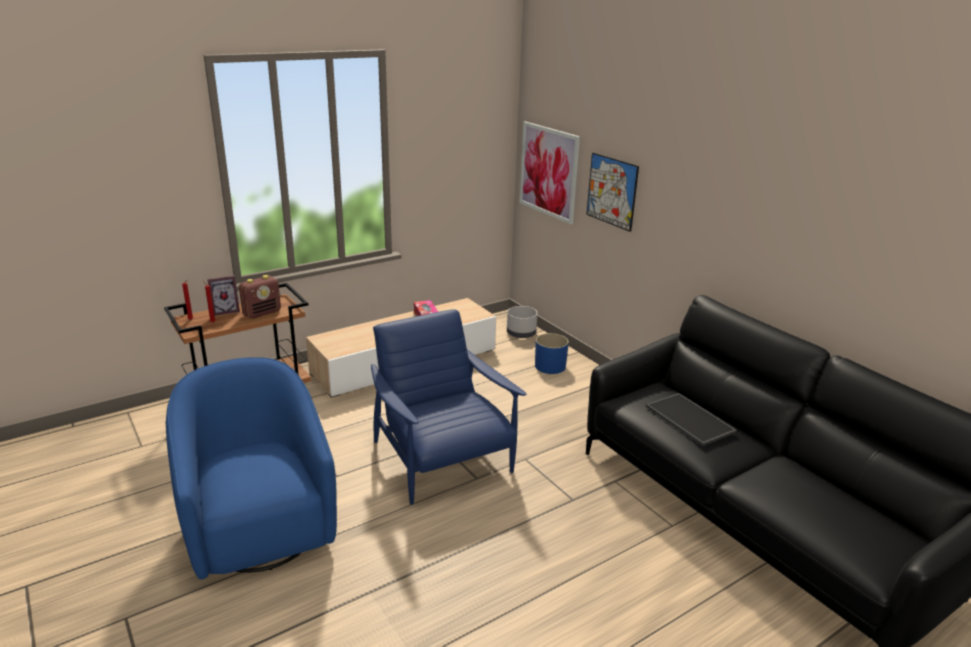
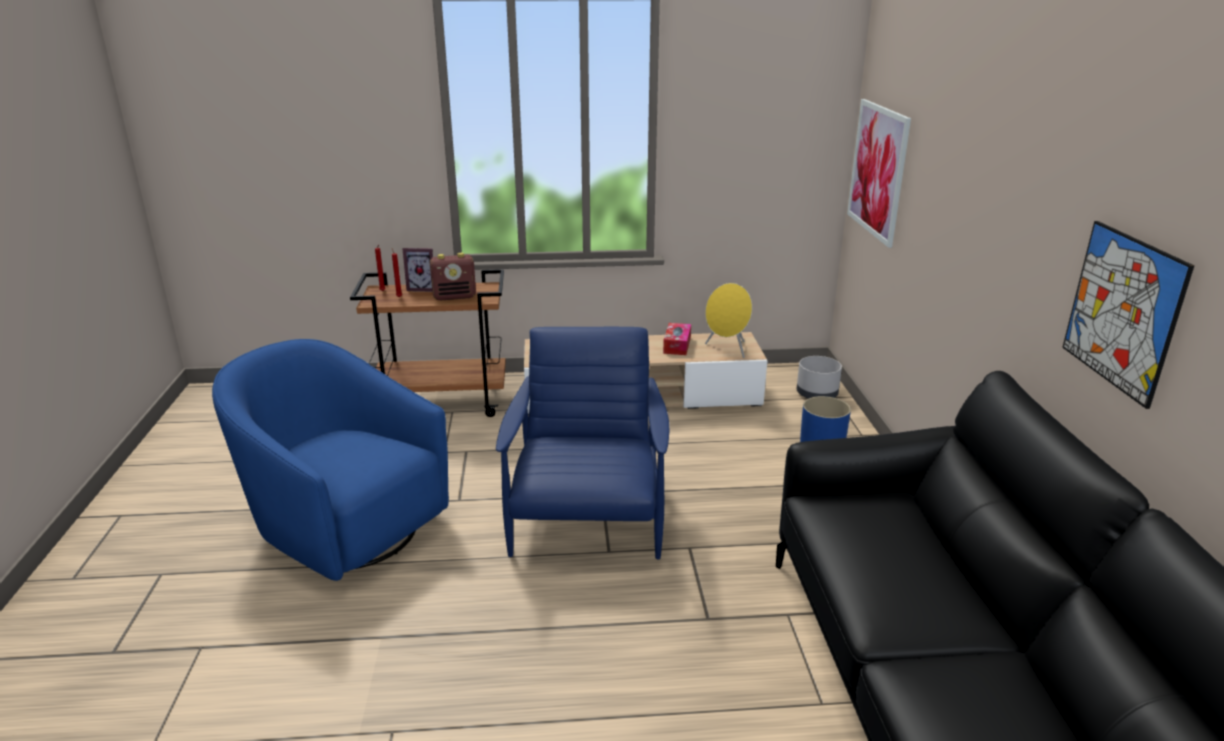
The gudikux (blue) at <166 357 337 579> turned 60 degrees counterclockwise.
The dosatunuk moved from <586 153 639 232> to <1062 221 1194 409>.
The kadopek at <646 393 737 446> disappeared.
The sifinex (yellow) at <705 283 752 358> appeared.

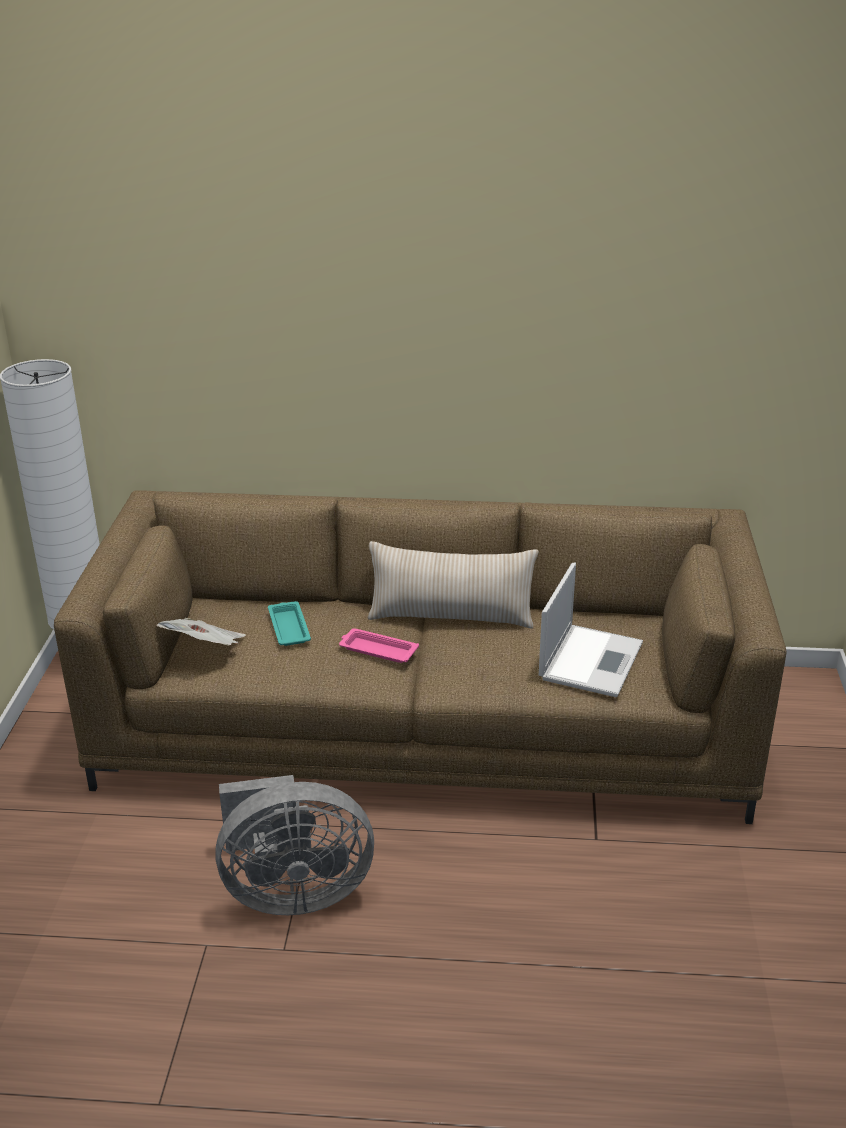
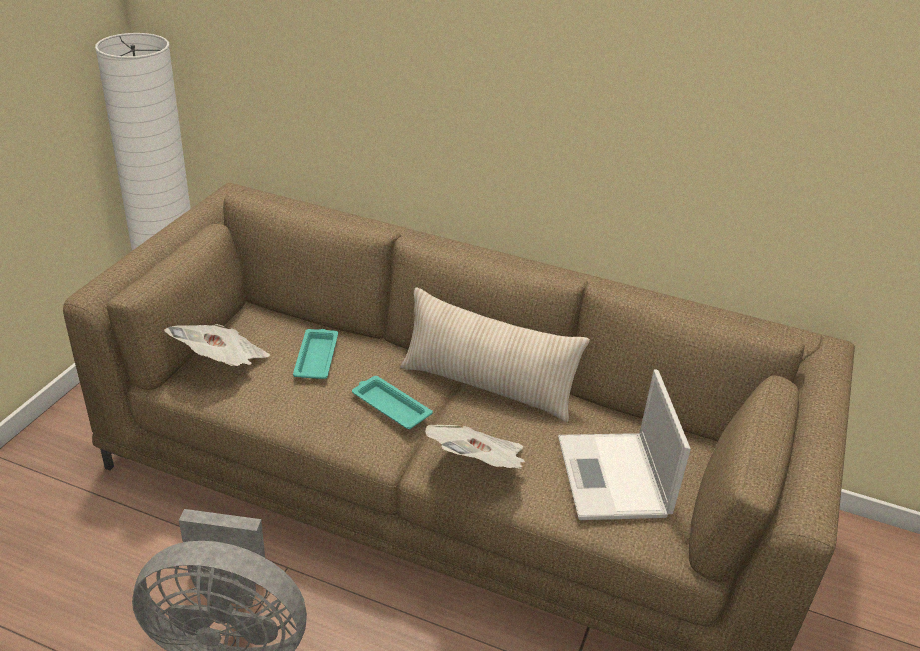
The kadopek (pink) at <339 628 419 663> became the kadopek (turquoise) at <352 376 433 429>.
The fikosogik at <539 563 643 697> turned 135 degrees clockwise.
The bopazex at <425 425 525 469> appeared.

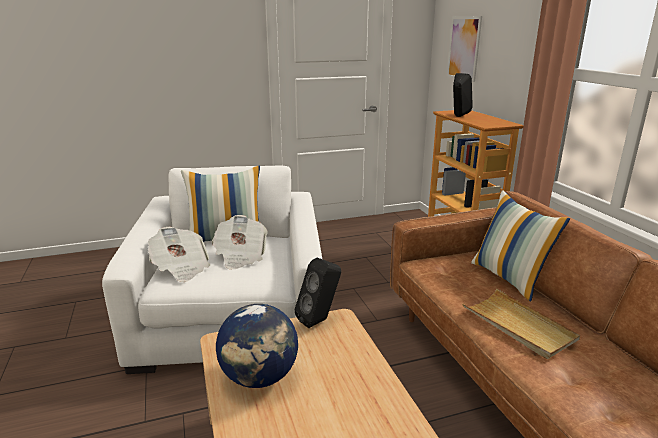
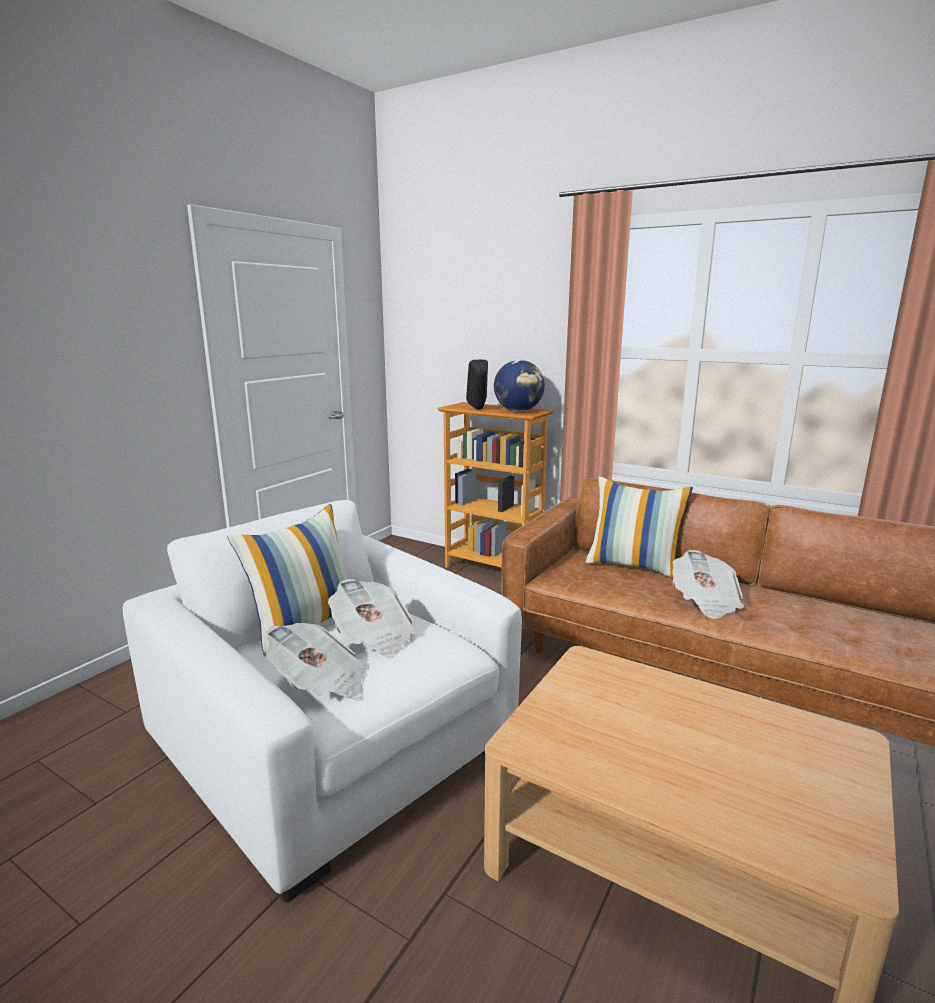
The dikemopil moved from <216 304 298 388> to <494 360 545 412>.
The sifinex (black) at <294 258 341 328> disappeared.
The dosatunuk at <447 16 482 82> disappeared.
The kadopek (beige) at <463 289 580 359> was replaced by the bopazex at <672 550 744 619>.

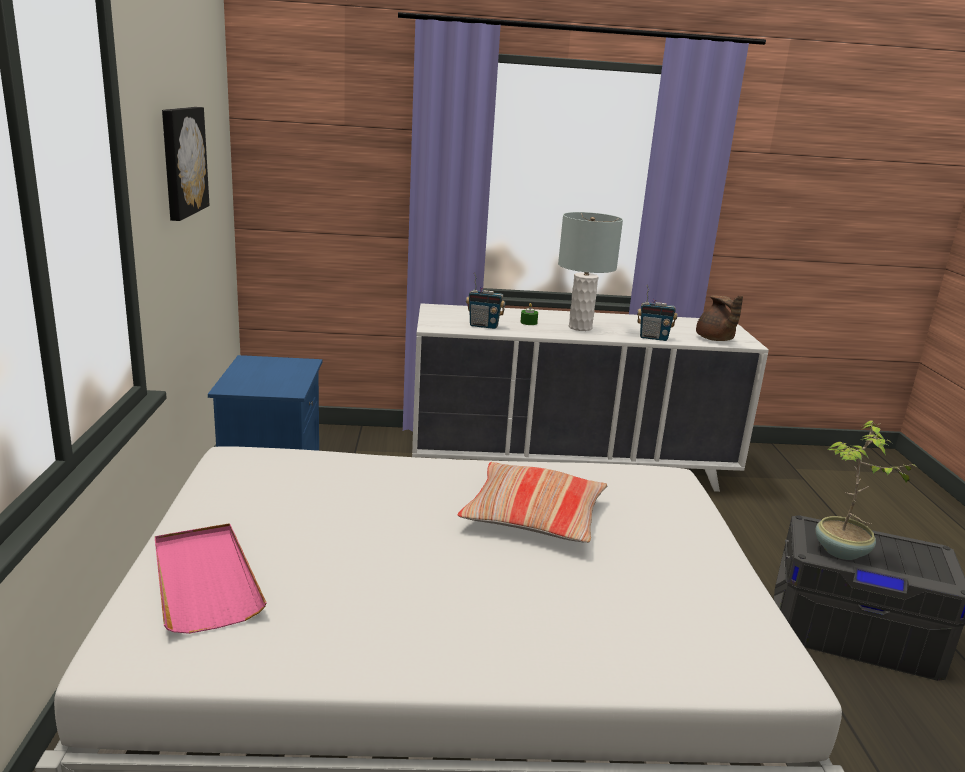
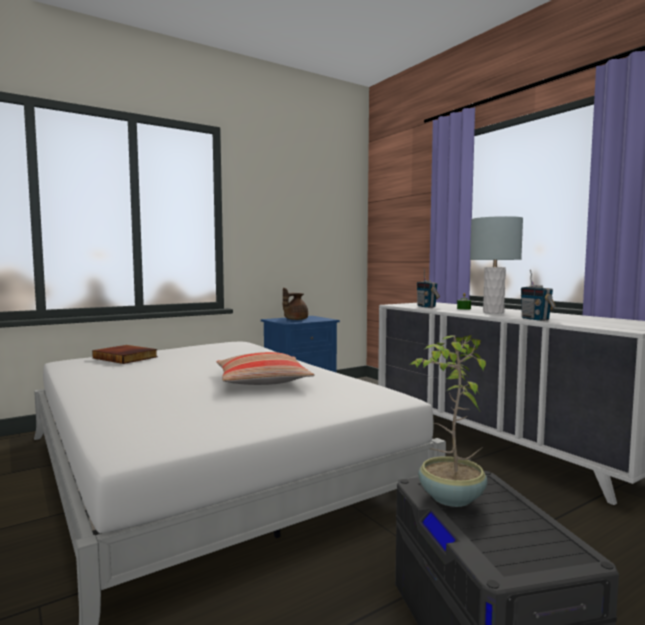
The kadopek (pink) at <155 523 267 634> was replaced by the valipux at <92 345 158 364>.
The dosatunuk at <162 107 209 221> disappeared.
The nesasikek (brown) moved from <696 295 743 341> to <283 288 308 320>.

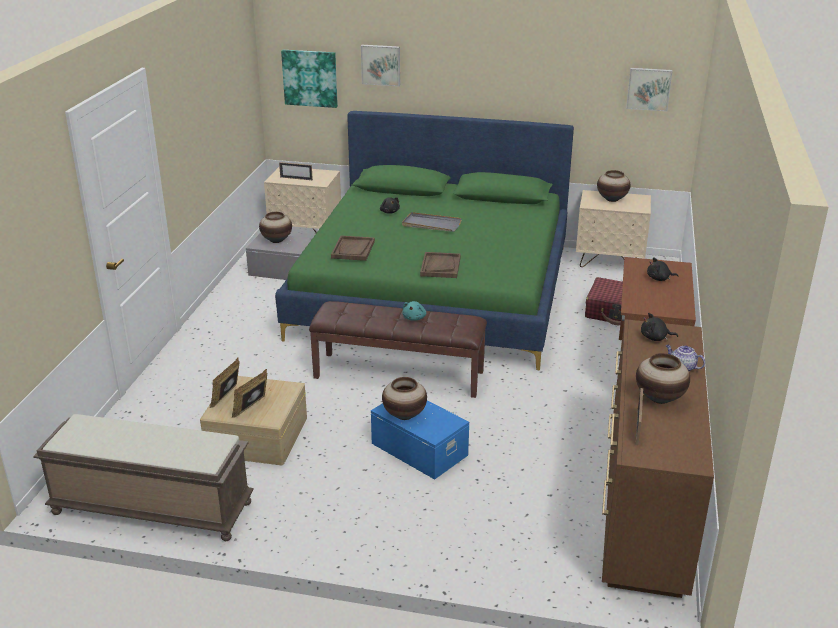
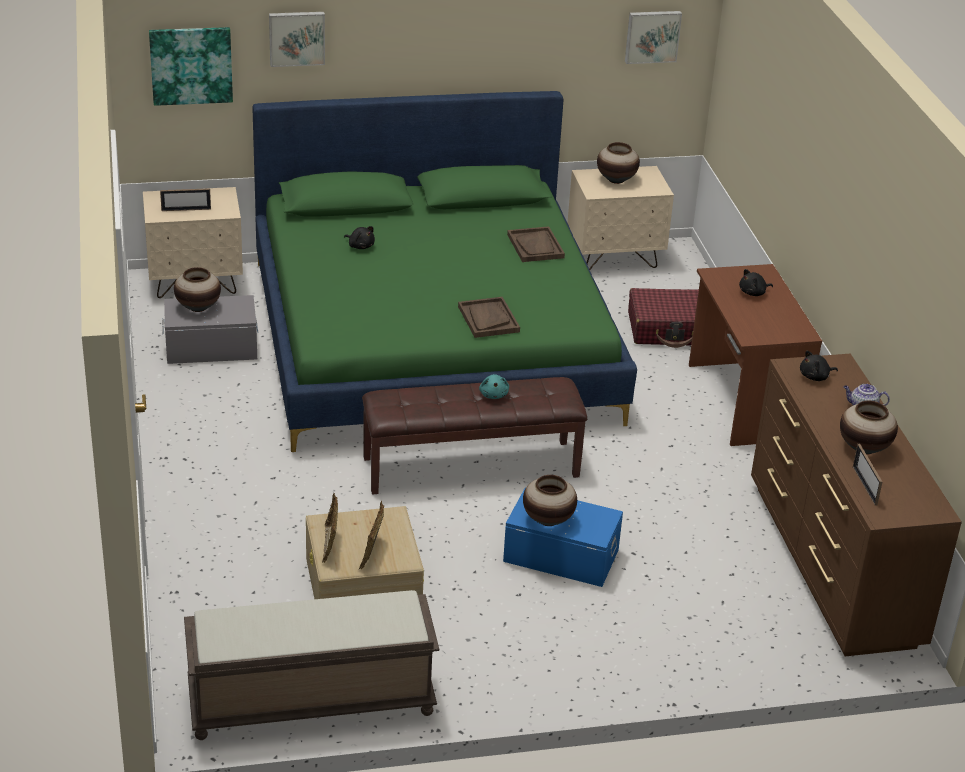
The kadopek (brown) moved from <331 236 375 261> to <507 226 565 262>.
The kadopek (grey) at <402 212 462 232> disappeared.

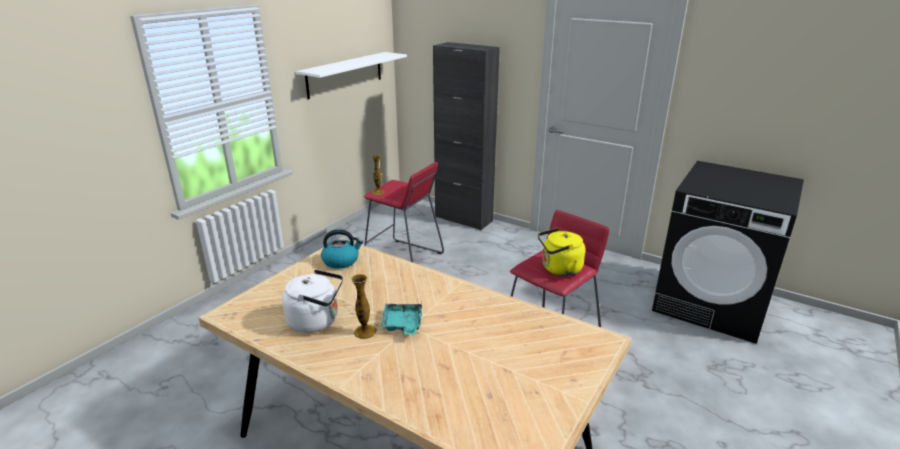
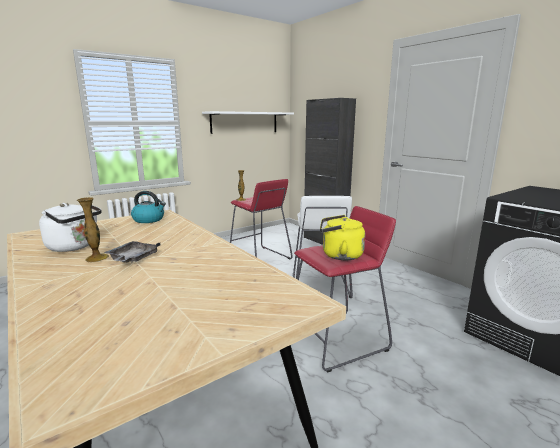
The kadopek (turquoise) at <381 302 422 335> became the kadopek (grey) at <104 241 160 263>.
The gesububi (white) at <293 196 353 298> appeared.

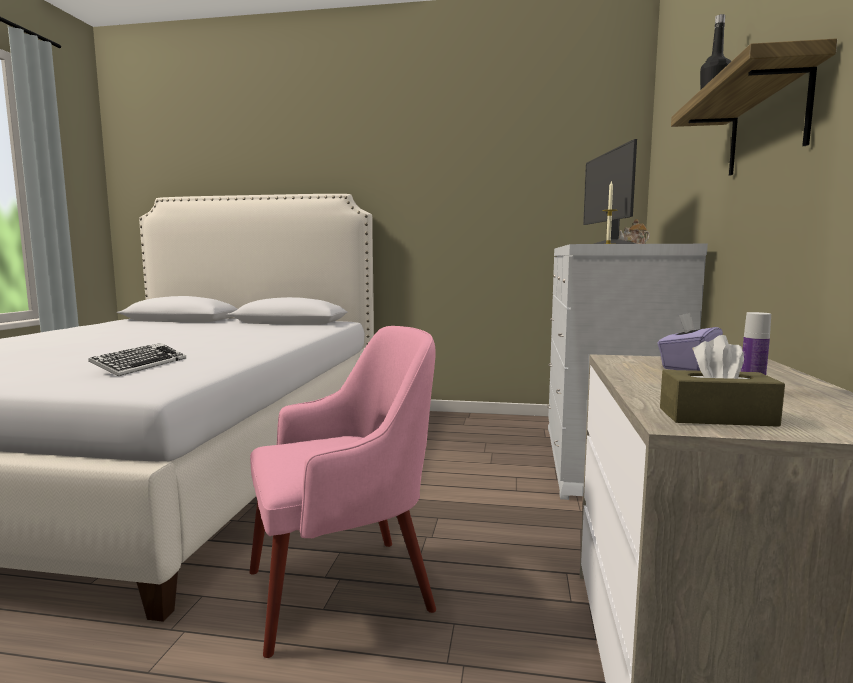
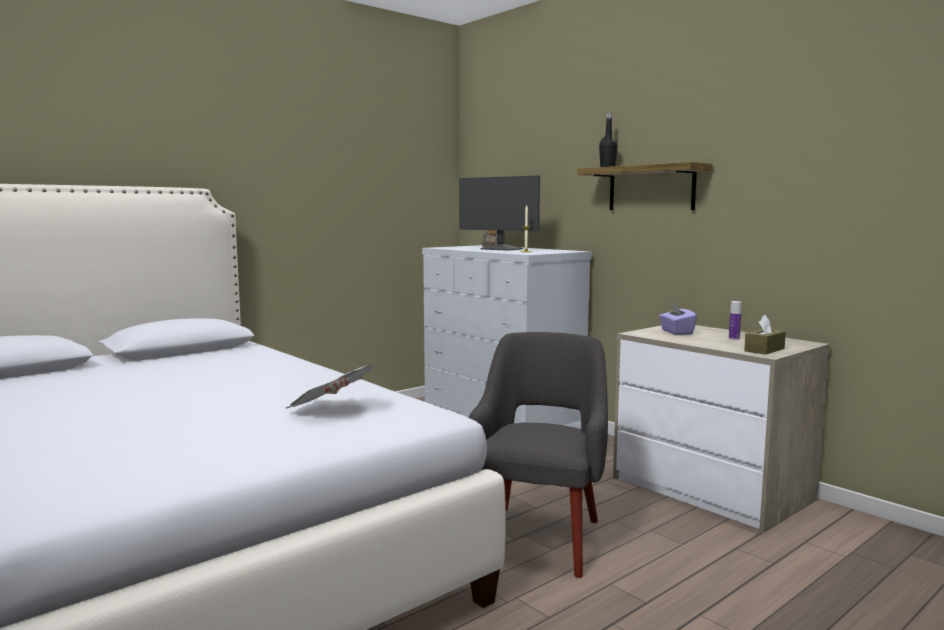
The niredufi at <88 343 186 376> was replaced by the bopazex at <286 364 375 408>.
The gudikux (pink) at <249 326 436 658> became the gudikux (grey) at <469 332 608 578>.

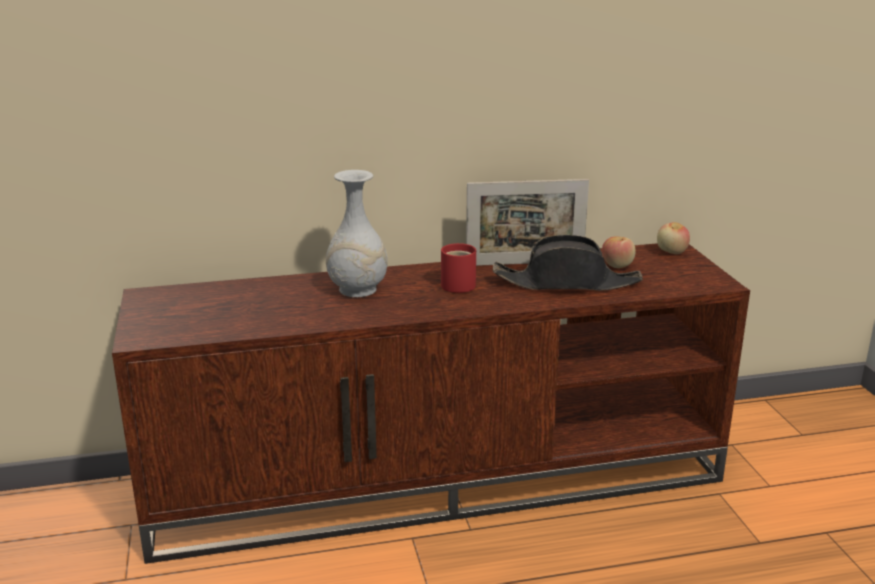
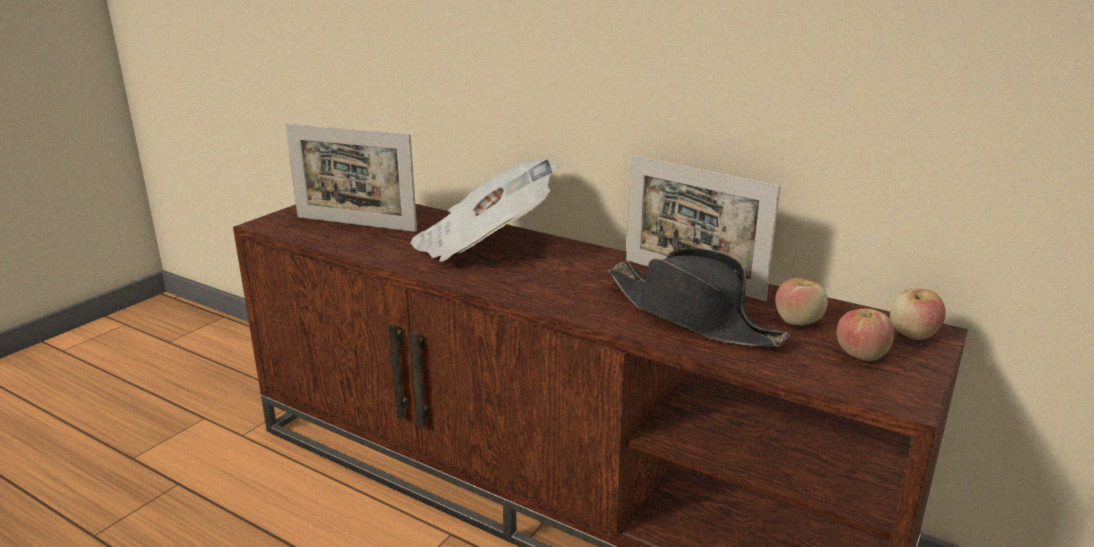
The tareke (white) at <326 170 388 297> was replaced by the bopazex at <410 158 559 262>.
The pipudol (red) at <441 243 476 293> disappeared.
The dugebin at <285 123 417 232> appeared.
The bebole at <837 309 895 361> appeared.

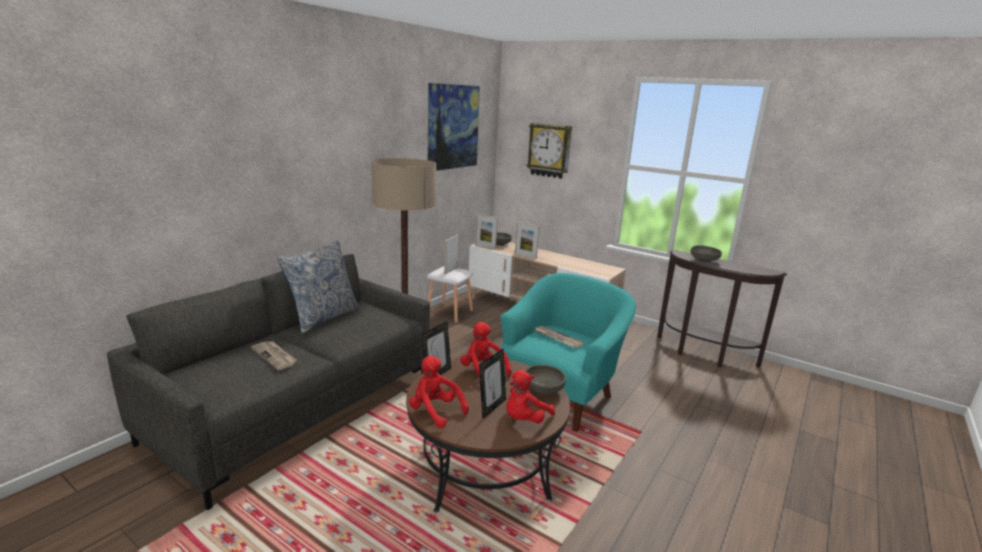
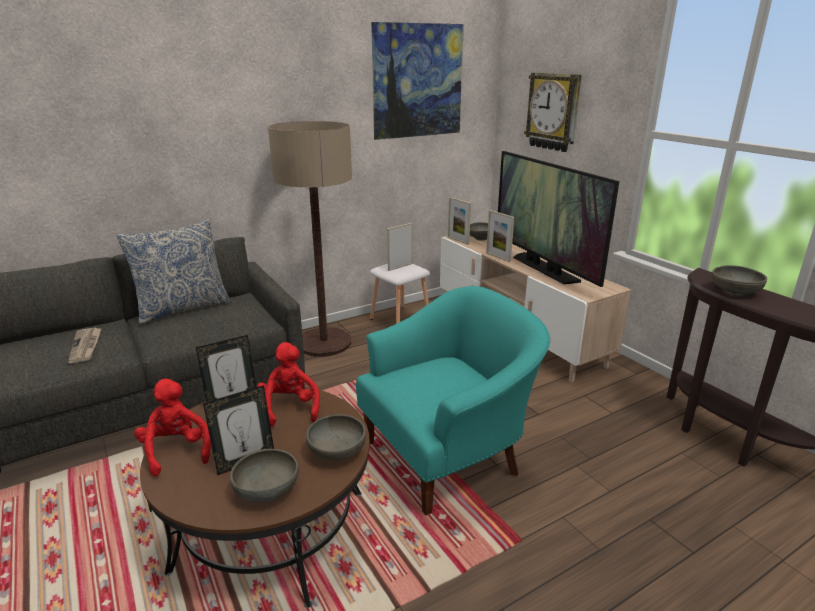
The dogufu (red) at <506 370 555 423> was replaced by the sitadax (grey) at <230 449 299 502>.
The bopazex at <535 326 584 348> disappeared.
The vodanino at <498 151 619 287> appeared.

